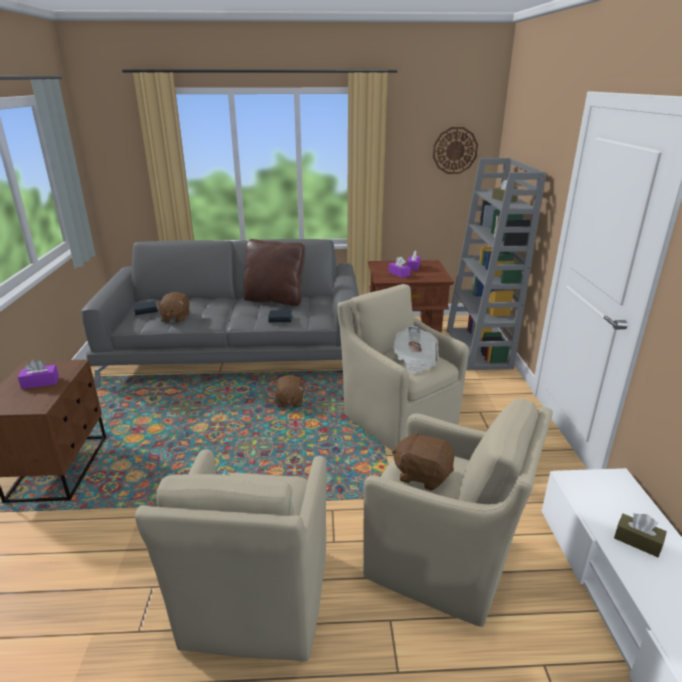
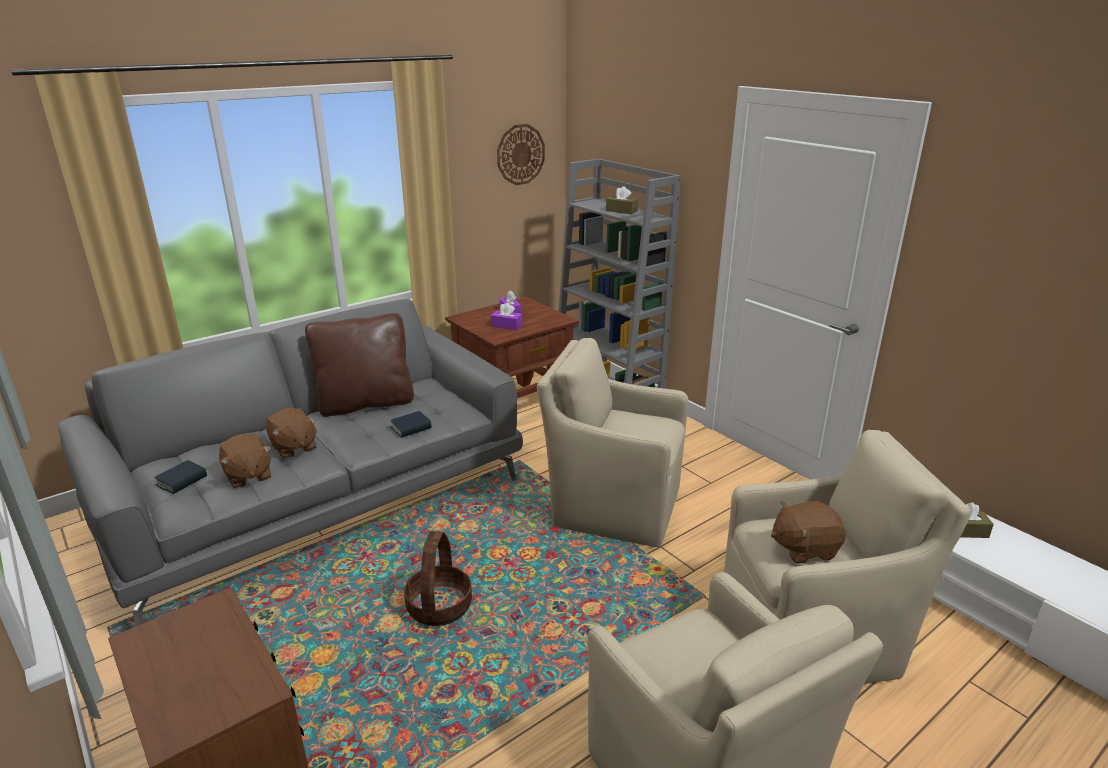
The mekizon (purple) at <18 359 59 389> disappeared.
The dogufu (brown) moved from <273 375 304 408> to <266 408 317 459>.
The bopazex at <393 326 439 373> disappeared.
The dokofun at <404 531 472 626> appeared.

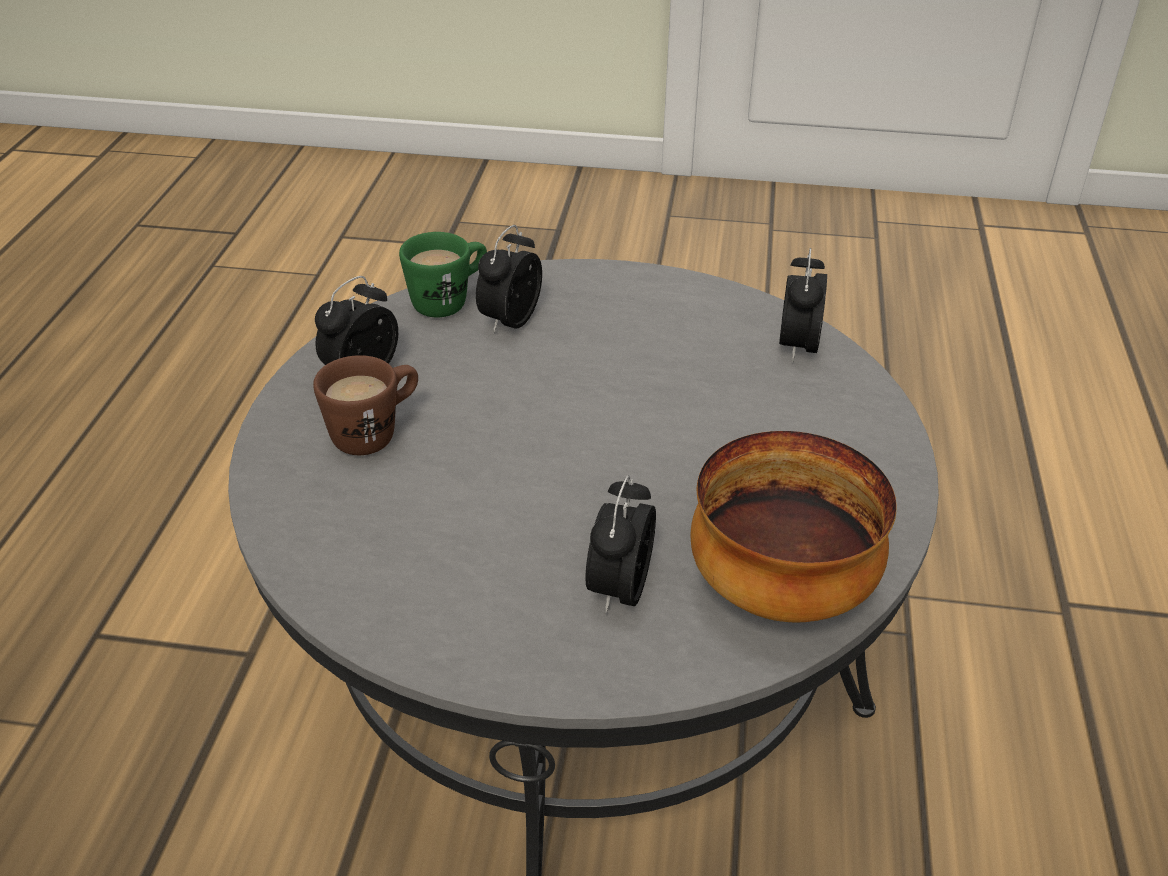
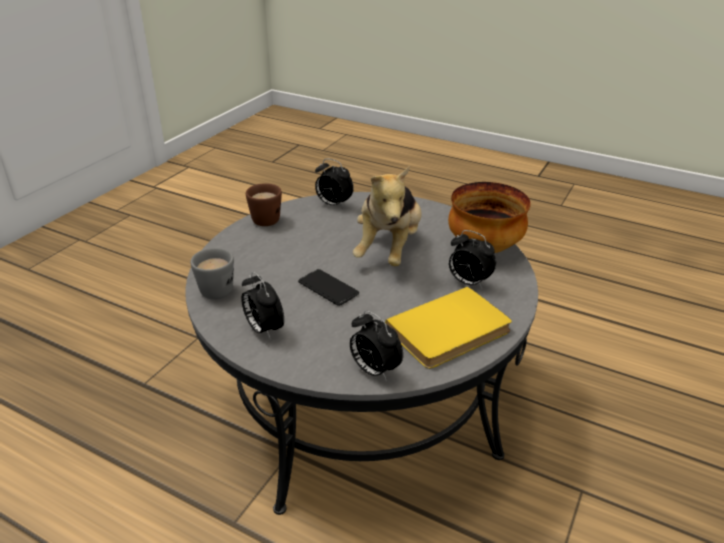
The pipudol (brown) moved from <313 355 418 455> to <246 183 282 226>.
The pipudol (green) at <399 232 487 317> became the pipudol (grey) at <190 248 234 299>.
The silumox moved from <476 225 542 334> to <350 311 403 381>.
The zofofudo at <298 269 359 306> appeared.
The dogufu at <353 166 422 266> appeared.
The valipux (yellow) at <385 287 512 369> appeared.

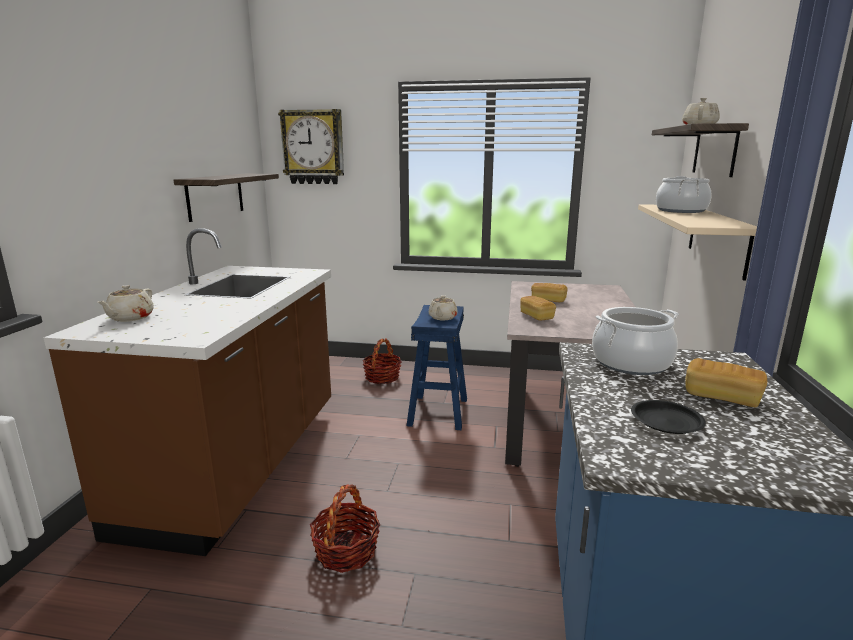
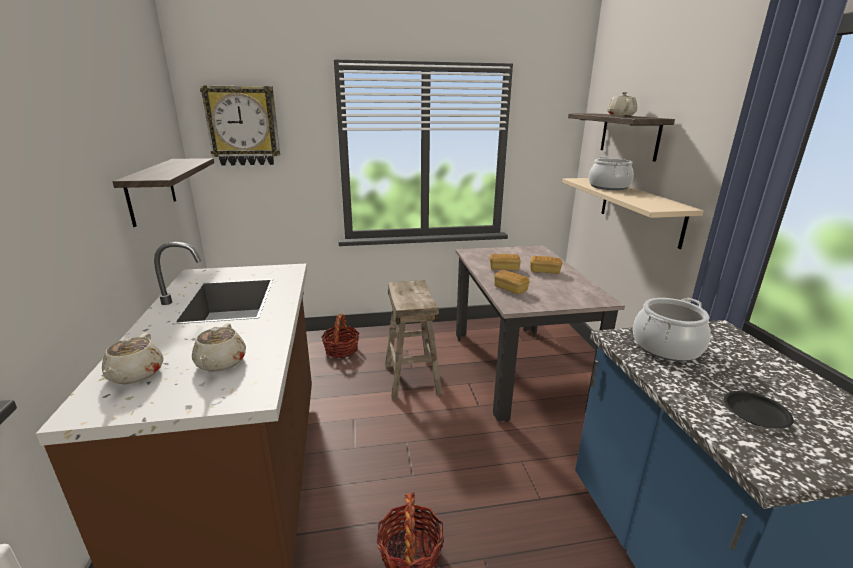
The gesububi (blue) at <406 305 467 430> became the gesububi (beige) at <385 280 442 400>.
The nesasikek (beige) moved from <429 295 458 320> to <192 323 246 372>.
The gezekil moved from <685 358 767 407> to <530 256 562 274>.

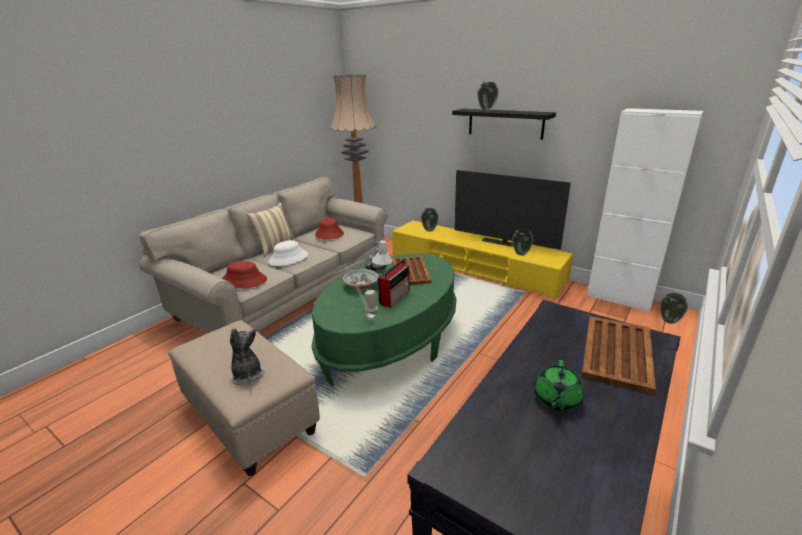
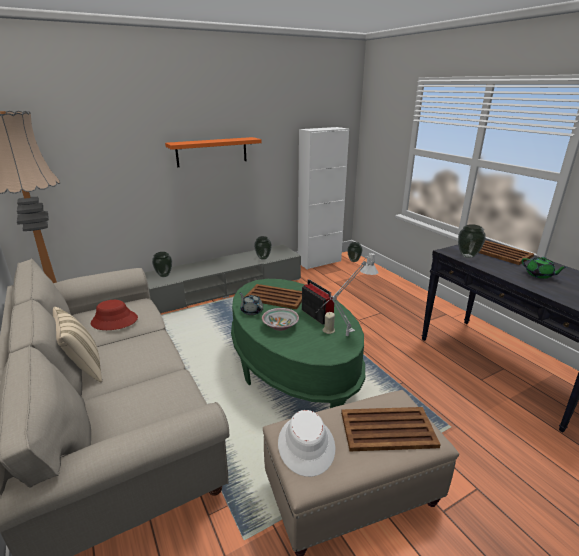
The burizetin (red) at <222 261 267 289> disappeared.
The dogufu at <230 328 265 385> was replaced by the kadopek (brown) at <341 407 441 451>.
The burizetin (white) moved from <268 240 308 266> to <278 410 335 477>.
The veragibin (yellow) at <392 220 573 299> became the veragibin (grey) at <144 244 301 313>.
The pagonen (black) at <452 109 556 140> became the pagonen (orange) at <165 137 262 167>.
The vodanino at <454 170 571 250> disappeared.
The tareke moved from <477 82 499 111> to <458 224 486 258>.

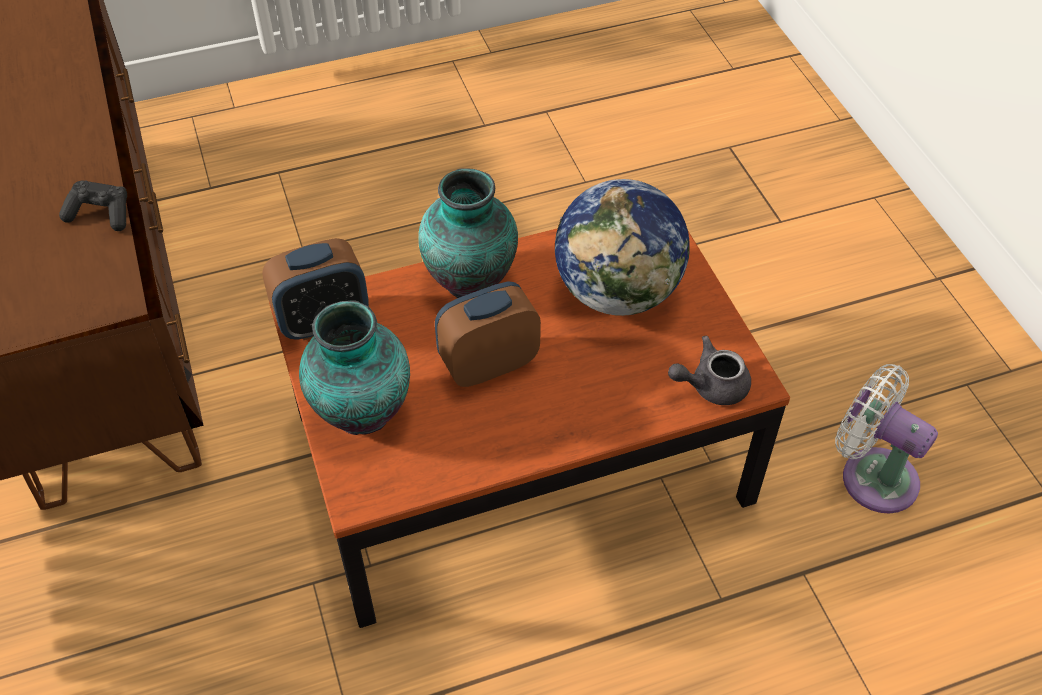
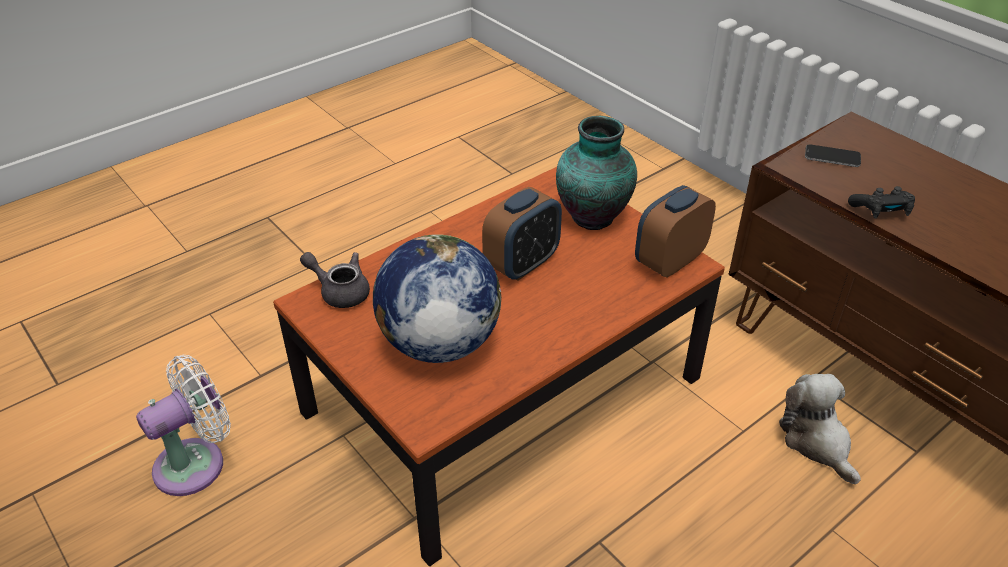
The tareke at <418 169 518 298> disappeared.
The nesasikek (grey) at <668 336 751 405> turned 120 degrees counterclockwise.
The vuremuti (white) at <835 364 938 514> turned 60 degrees counterclockwise.
The dogufu at <779 374 861 484> appeared.
The zofofudo at <805 144 861 167> appeared.

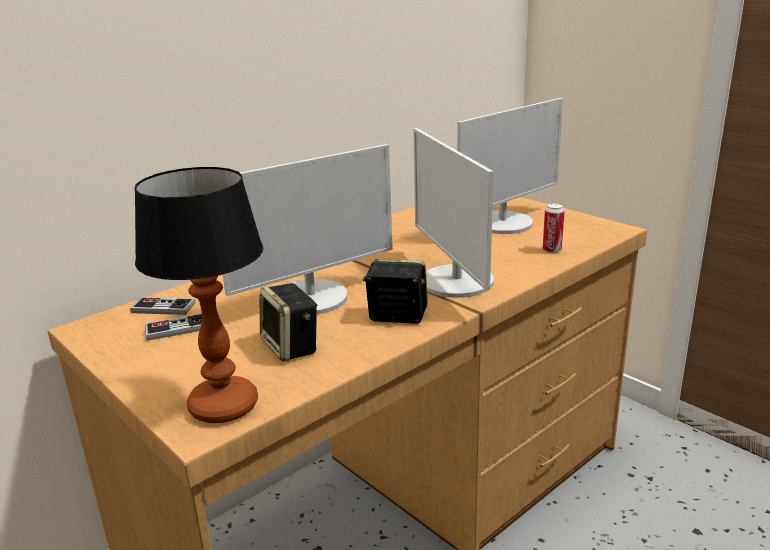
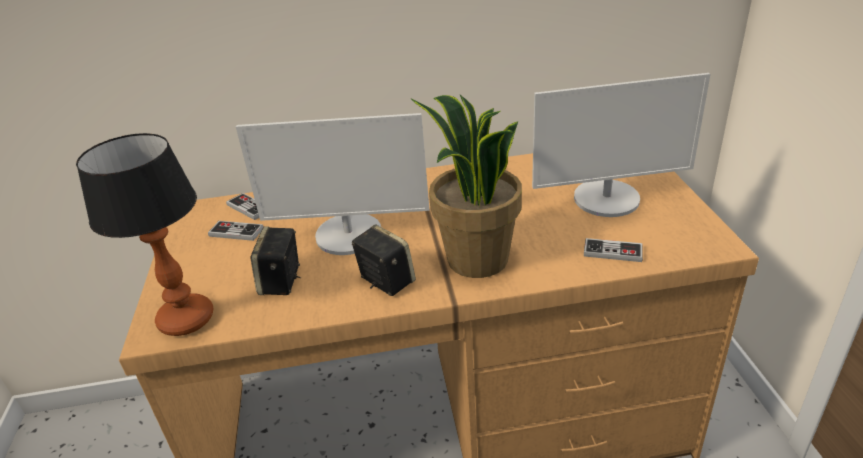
The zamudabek at <413 128 494 298> was replaced by the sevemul at <410 95 522 278>.
The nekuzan at <543 203 565 253> was replaced by the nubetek at <584 238 643 262>.

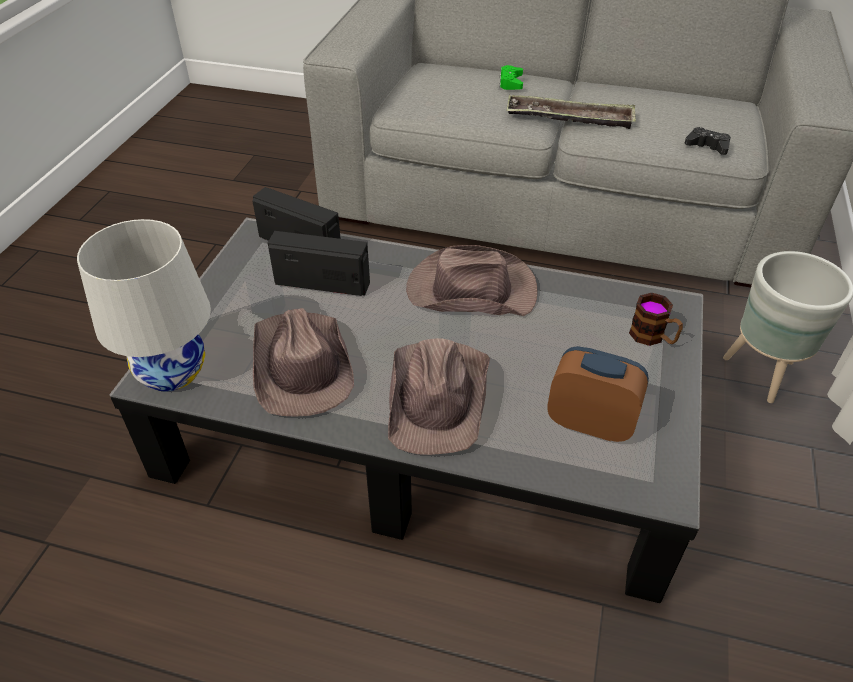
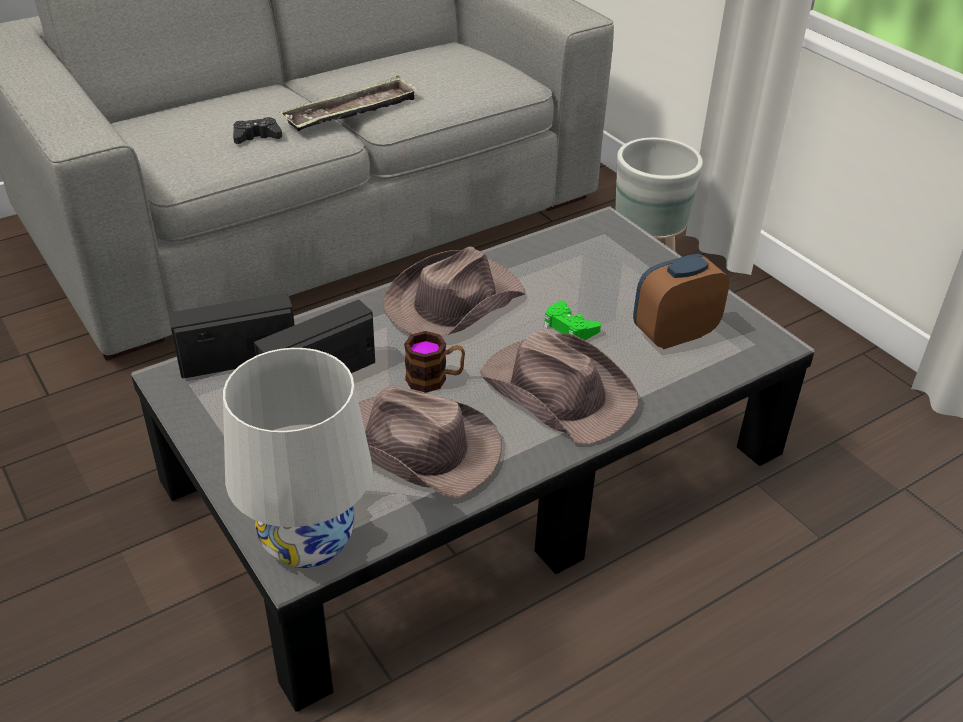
The nubetek (green) moved from <499 65 523 90> to <544 301 601 340>.
The pipudol moved from <629 293 683 346> to <404 331 465 393>.
The nubetek (black) moved from <684 127 731 155> to <233 117 282 144>.

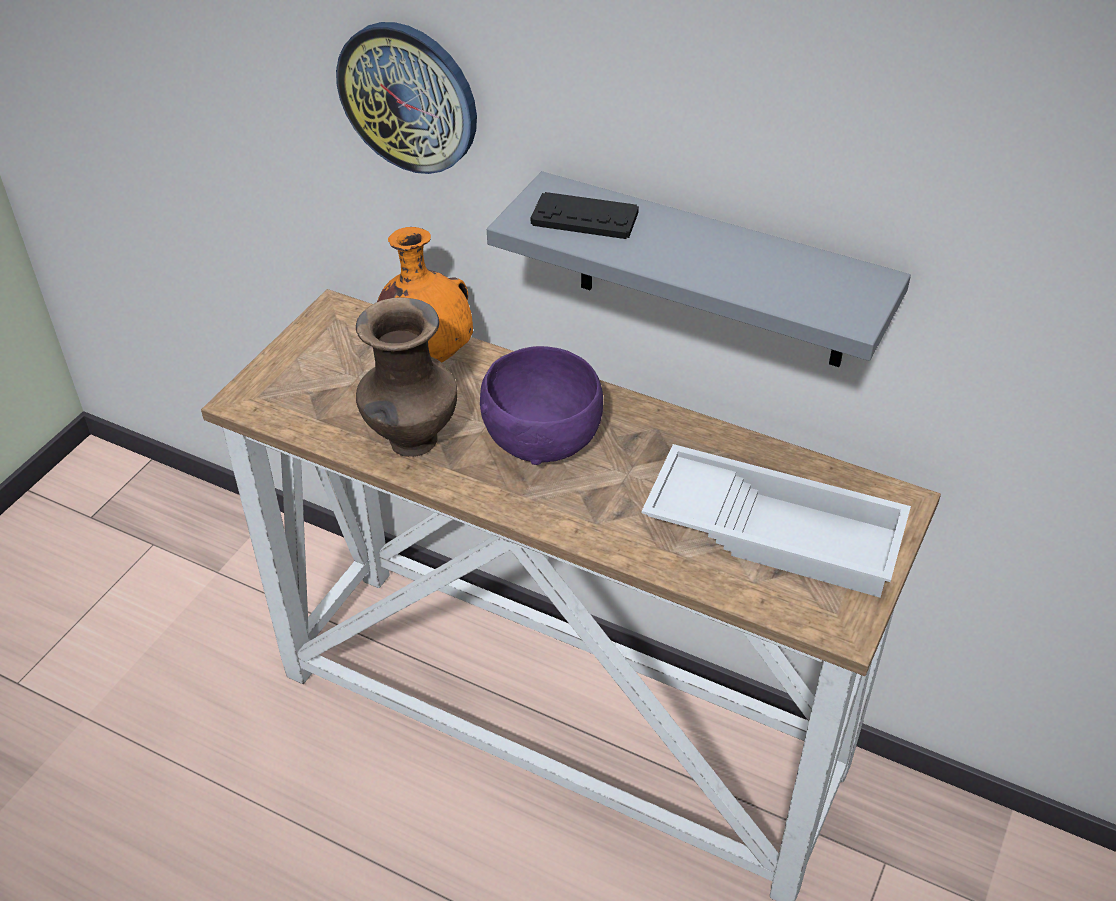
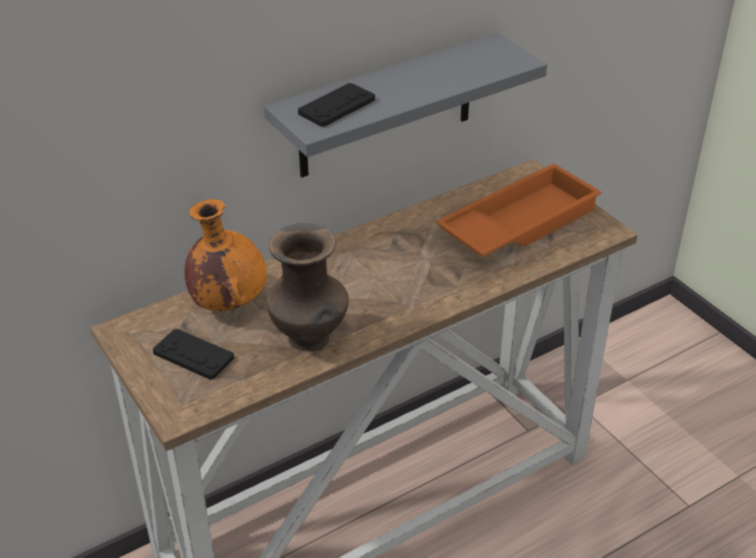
The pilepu at <336 22 477 174> disappeared.
The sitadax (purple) at <480 346 603 465> disappeared.
The kadopek (white) at <641 444 911 598> became the kadopek (orange) at <435 163 602 257>.
The nubetek (black) at <153 329 234 380> appeared.

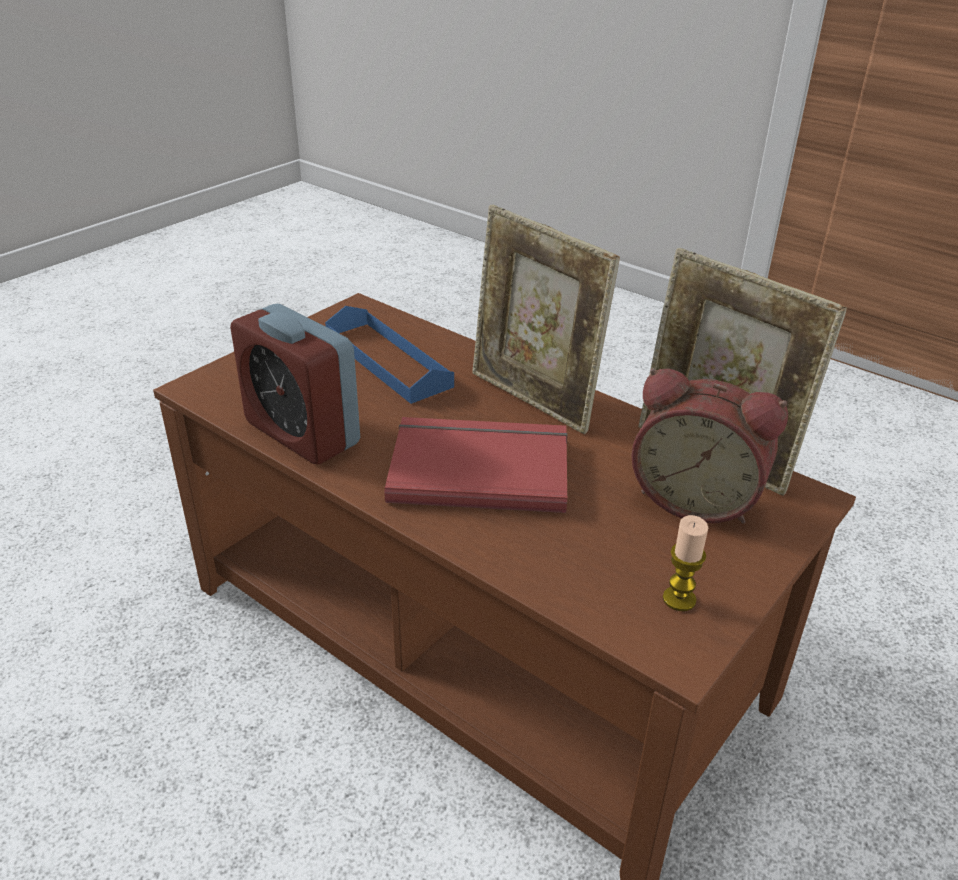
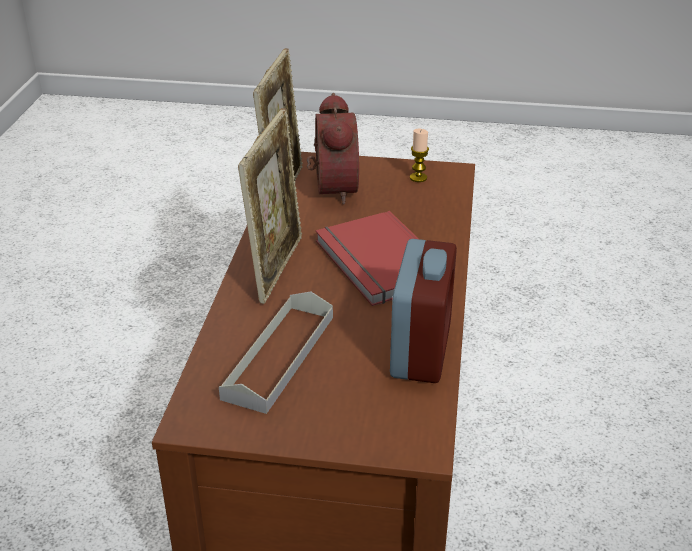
The kadopek (blue) at <325 306 454 404> became the kadopek (grey) at <219 291 333 414>.

